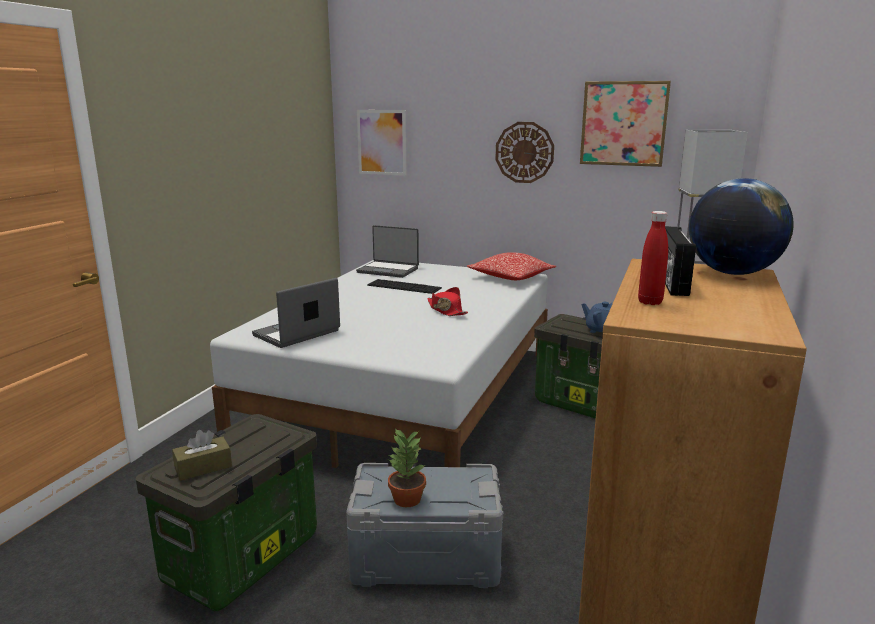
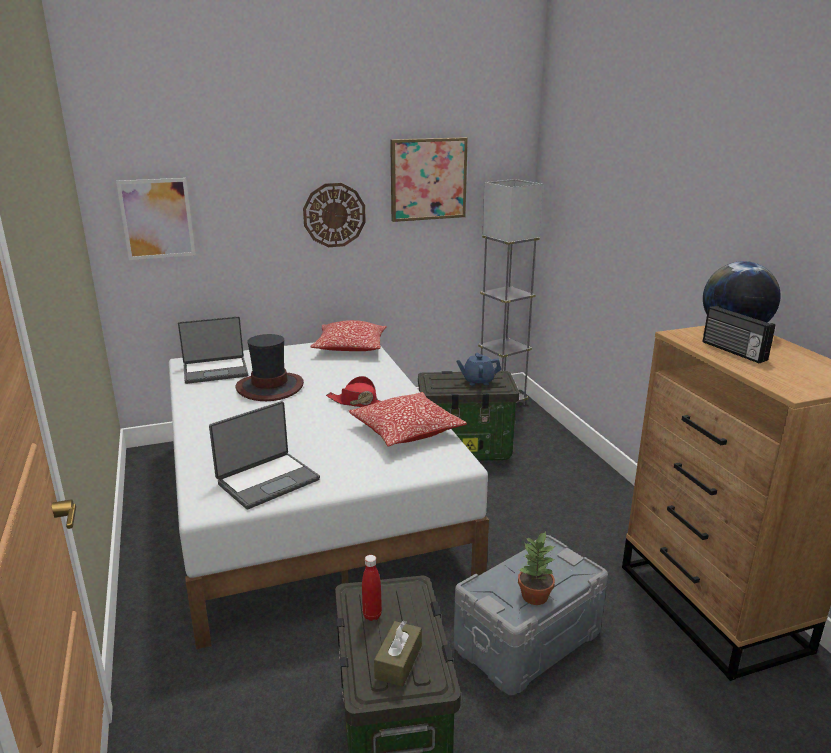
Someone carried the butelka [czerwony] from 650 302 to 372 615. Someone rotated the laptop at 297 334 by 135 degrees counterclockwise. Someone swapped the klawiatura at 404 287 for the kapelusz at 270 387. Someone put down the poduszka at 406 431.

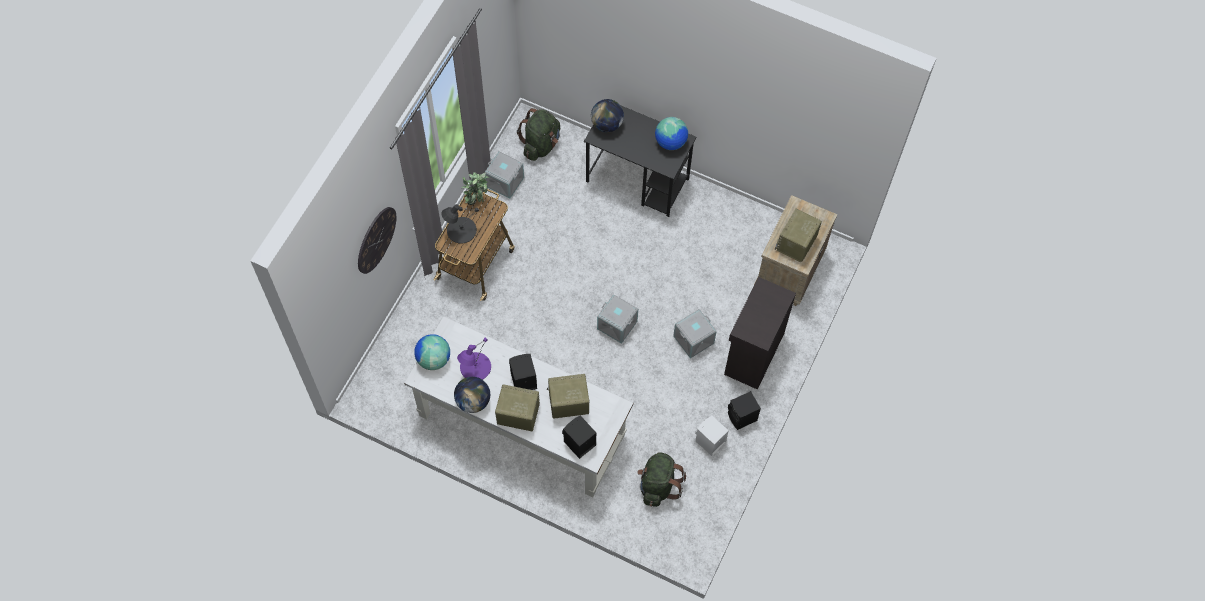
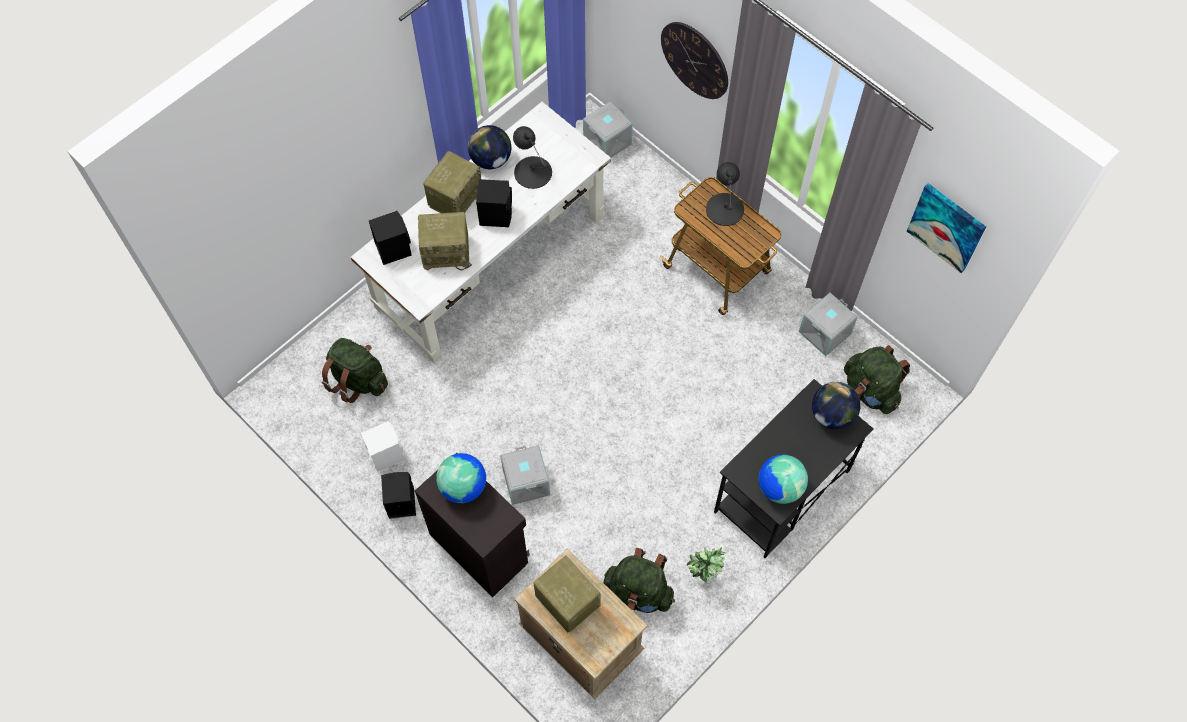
Someone carried the roślina doniczkowa from 477 200 to 703 574. Someone carried the pojemnik do przechowywania [szary] from 617 324 to 607 142. Someone carried the globus from 433 359 to 463 486. Someone repainted the lampa stołowa [fioletowy] at 475 367, which became the lampa stołowa [czarny] at 533 172. Someone rotated the radio at 568 403 by 75 degrees clockwise. Someone put up the obraz at 946 227. Someone put down the plecak [zielony] at 639 592.

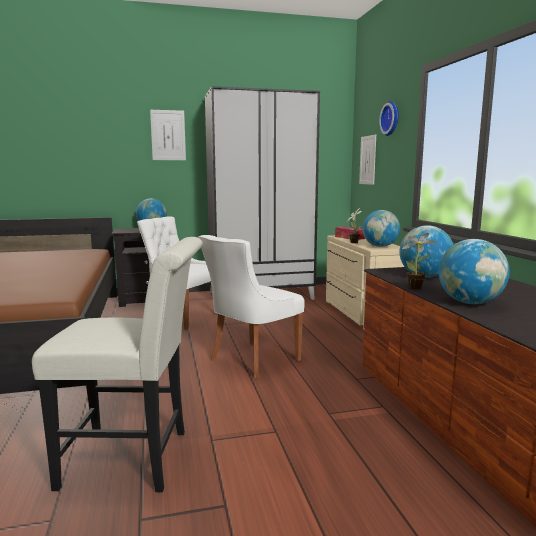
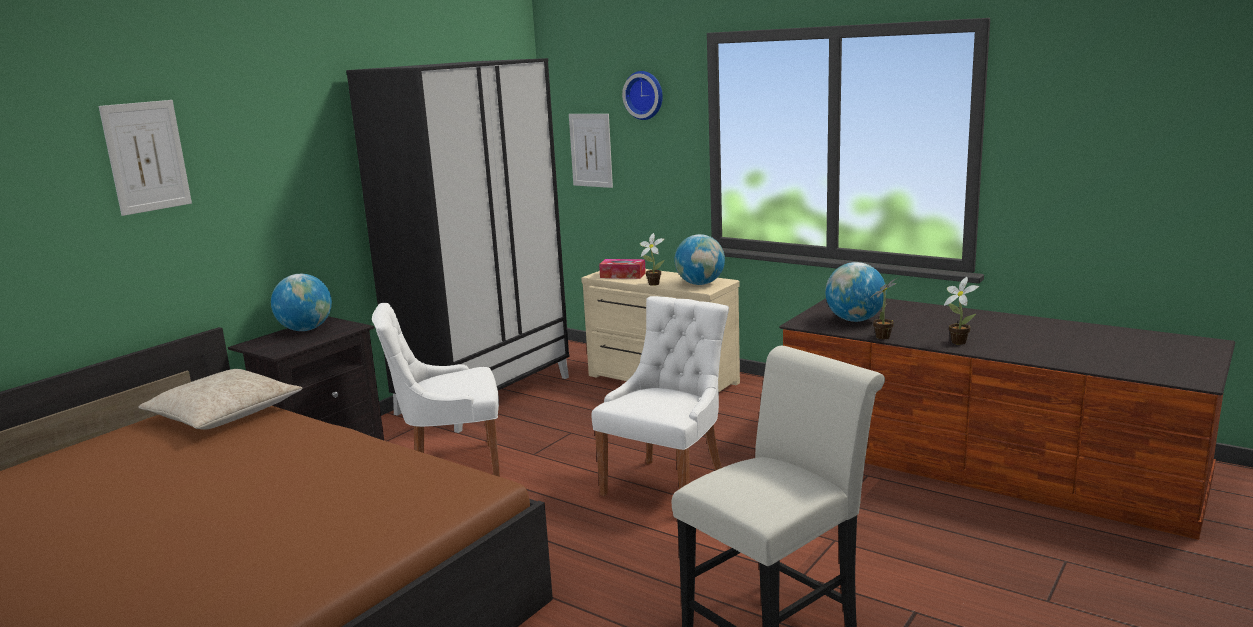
Someone carried the obraz from 168 135 to 146 156. Someone rotated the krzesło [biały] at 252 360 by 150 degrees counterclockwise. Someone swapped the globus at 470 303 for the roślina doniczkowa at 957 341. Someone put down the poduszka [beżowy] at 224 414.

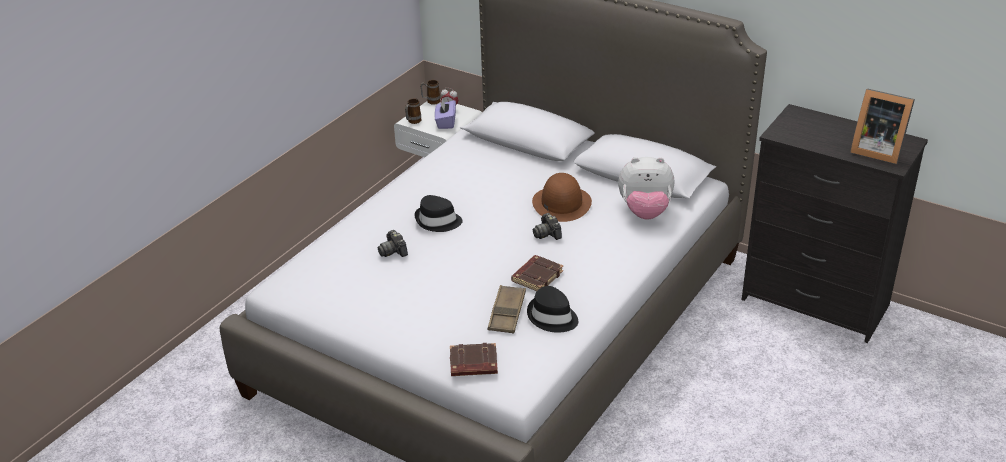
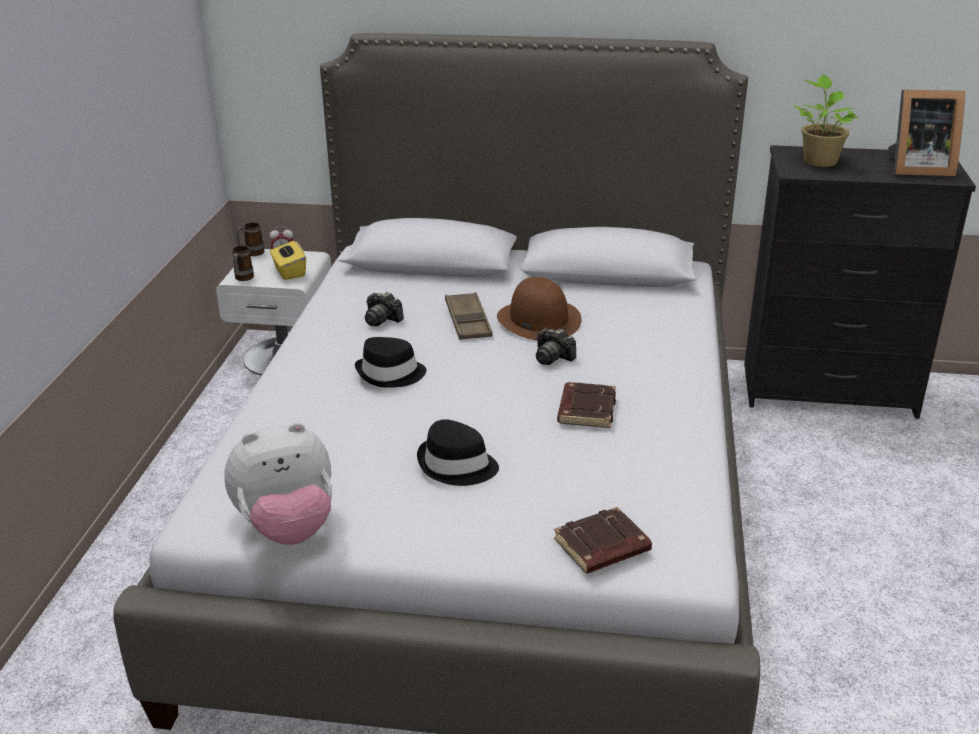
Someone repainted the pudełko chusteczek [fioletowy] at 445 122, which became the pudełko chusteczek [żółty] at 289 272. Someone carried the pluszak from 645 212 to 287 528. Someone carried the aparat fotograficzny from 393 251 to 382 319. Someone carried the taca [brązowy] from 507 313 to 468 321. Someone carried the kapelusz [czarny] from 552 317 to 457 466. Someone put down the roślina doniczkowa at 819 161.

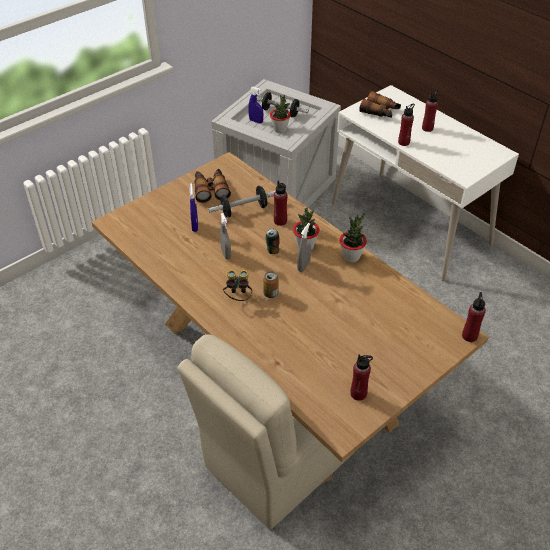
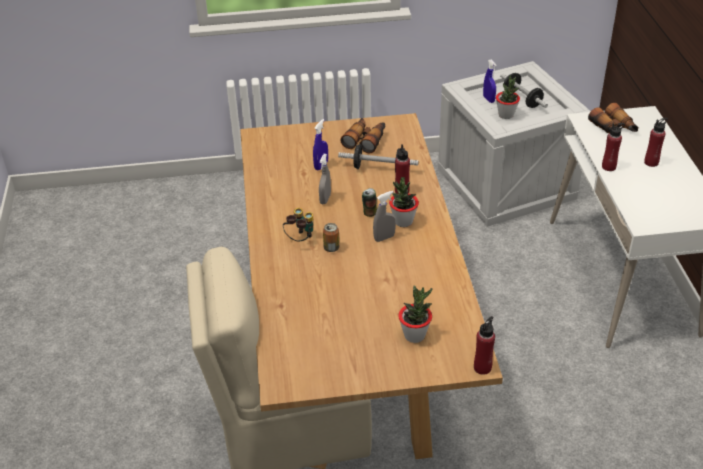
Someone carried the roślina doniczkowa from 351 256 to 414 335. Someone took away the butelka [czerwony] at 358 393.

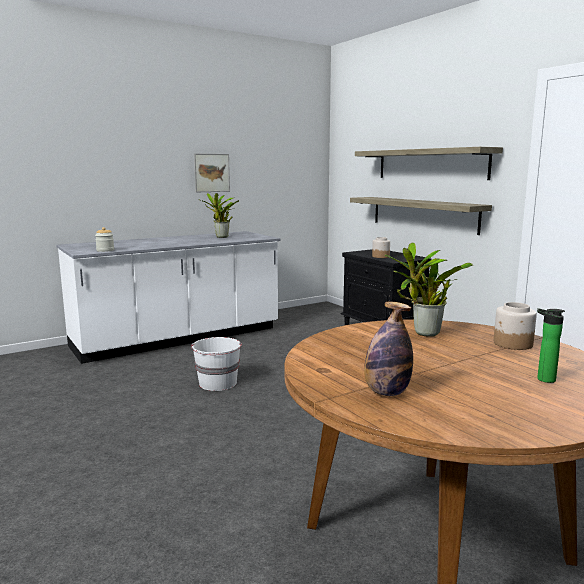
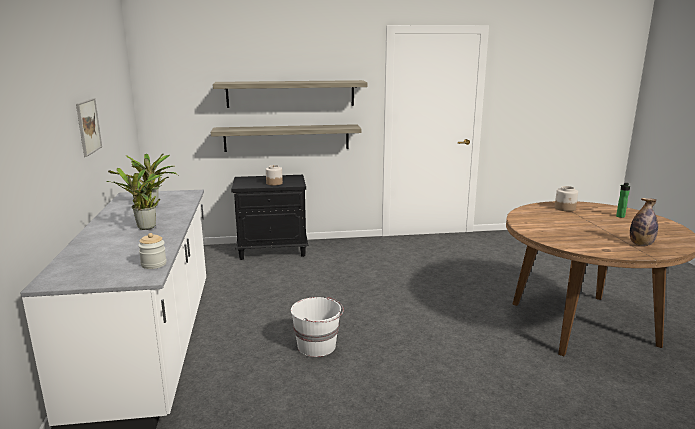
Someone carried the roślina doniczkowa from 423 334 to 145 228.

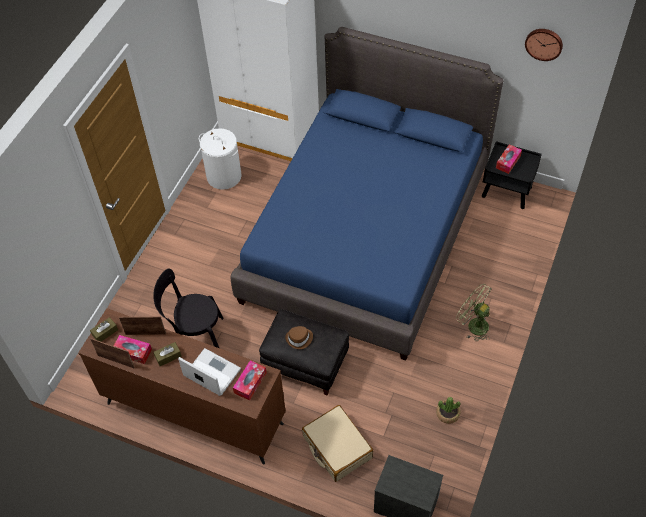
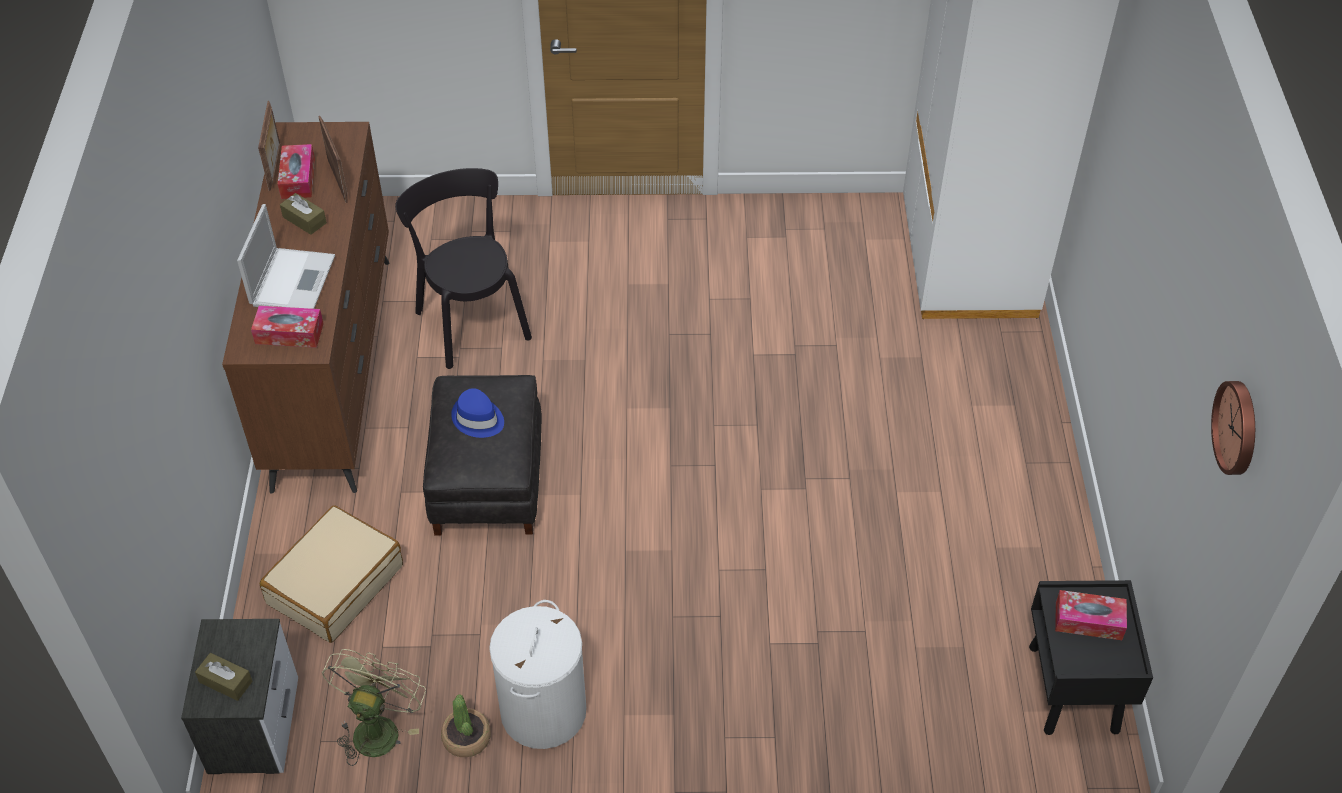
Someone took away the łóżko [niebieski] at 366 235. Someone carried the kosz na pranie [biały] from 223 176 to 543 710. Someone carried the wentylator [zielony] from 473 325 to 378 727. Someone carried the pudełko chusteczek [brązowy] from 105 332 to 226 682. Someone repainted the kapelusz [brązowy] at 299 339, which became the kapelusz [niebieski] at 478 419.

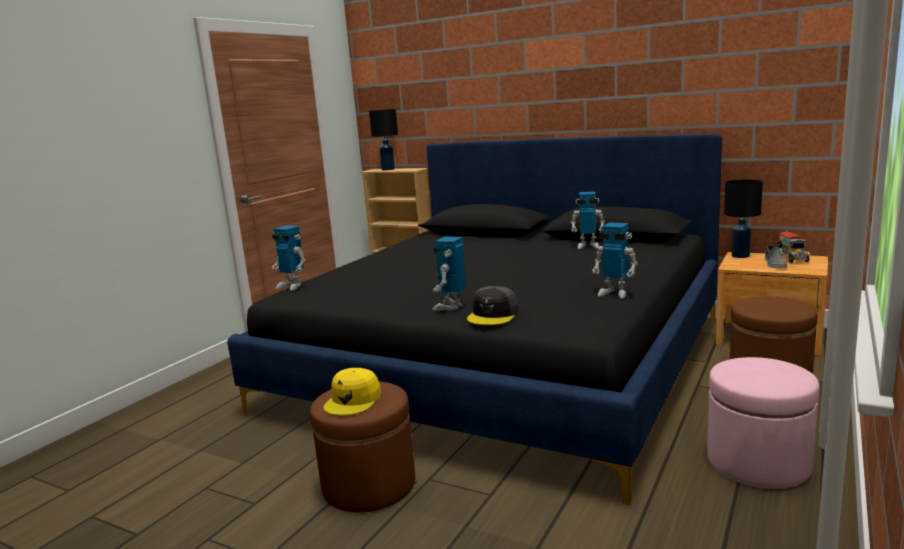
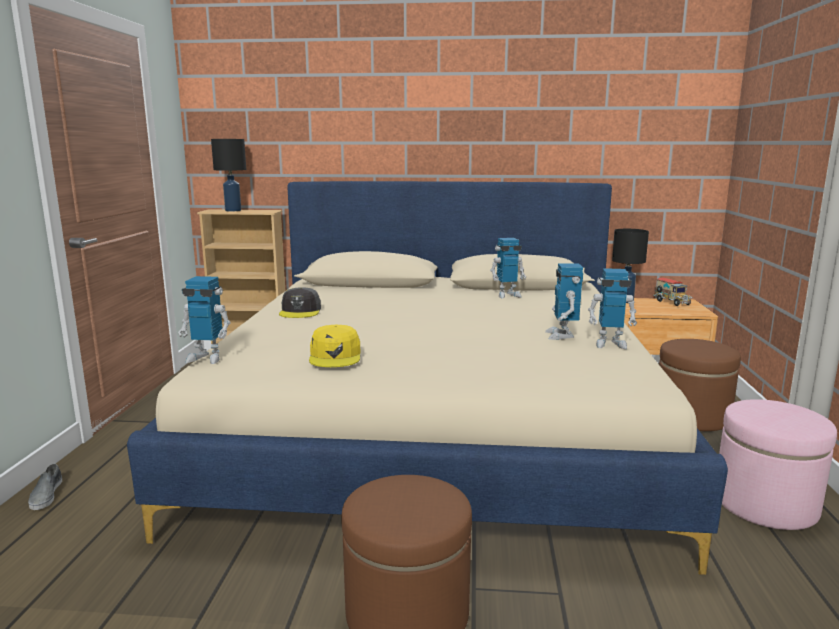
Someone repainted the łóżko [czarny] at 504 362, which became the łóżko [beżowy] at 435 428. Someone carried the robot zabawkowy from 451 306 to 562 335. Someone carried the but [szary] from 774 263 to 46 495. Someone carried the czapka z daszkiem [szary] from 493 315 to 300 311. Someone carried the czapka z daszkiem [żółty] from 353 400 to 335 356.

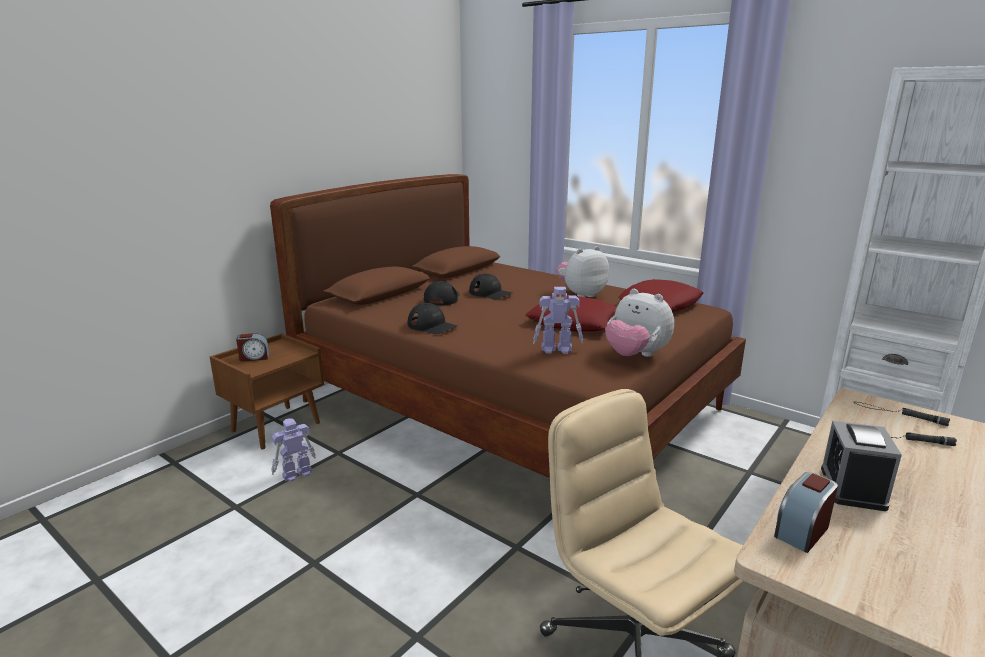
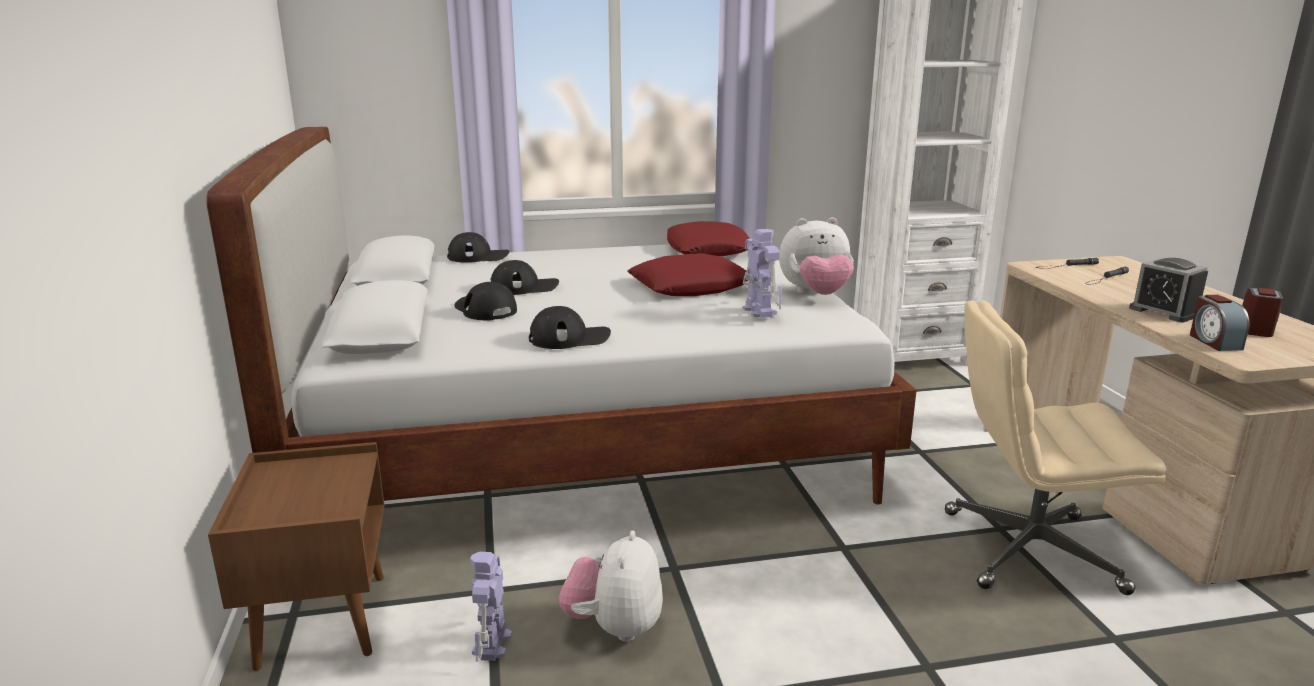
Someone repainted the łóżko [brązowy] at 511 406, which became the łóżko [biały] at 582 438. Someone carried the pluszak from 581 295 to 615 627. Someone rotated the robot zabawkowy at 557 349 by 60 degrees counterclockwise. Someone carried the budzik from 254 357 to 1256 329. Someone put down the czapka z daszkiem [czarny] at 478 256.

